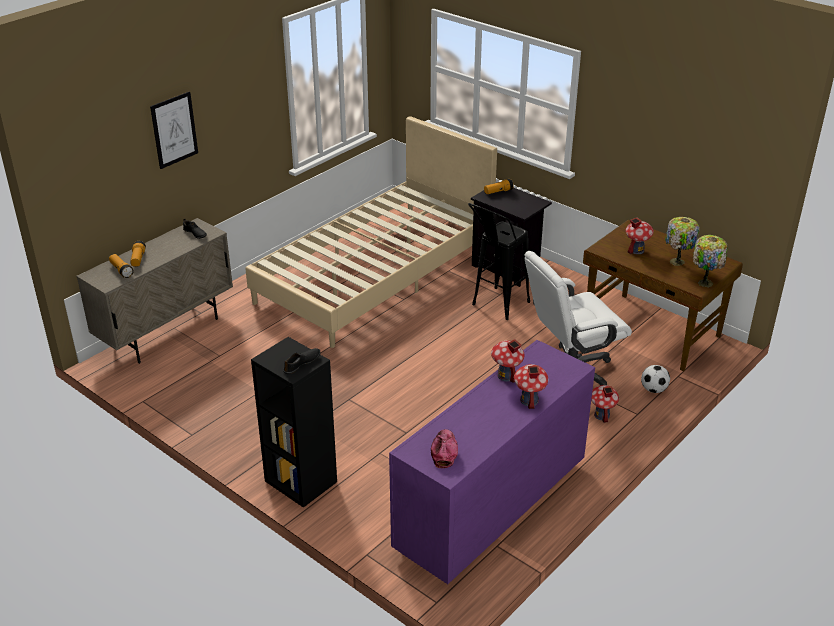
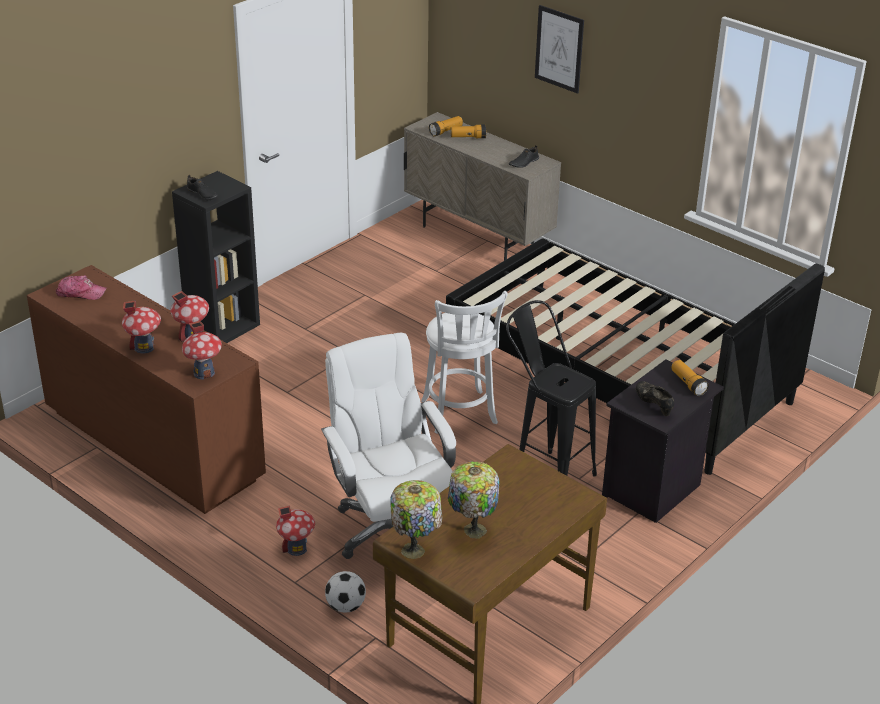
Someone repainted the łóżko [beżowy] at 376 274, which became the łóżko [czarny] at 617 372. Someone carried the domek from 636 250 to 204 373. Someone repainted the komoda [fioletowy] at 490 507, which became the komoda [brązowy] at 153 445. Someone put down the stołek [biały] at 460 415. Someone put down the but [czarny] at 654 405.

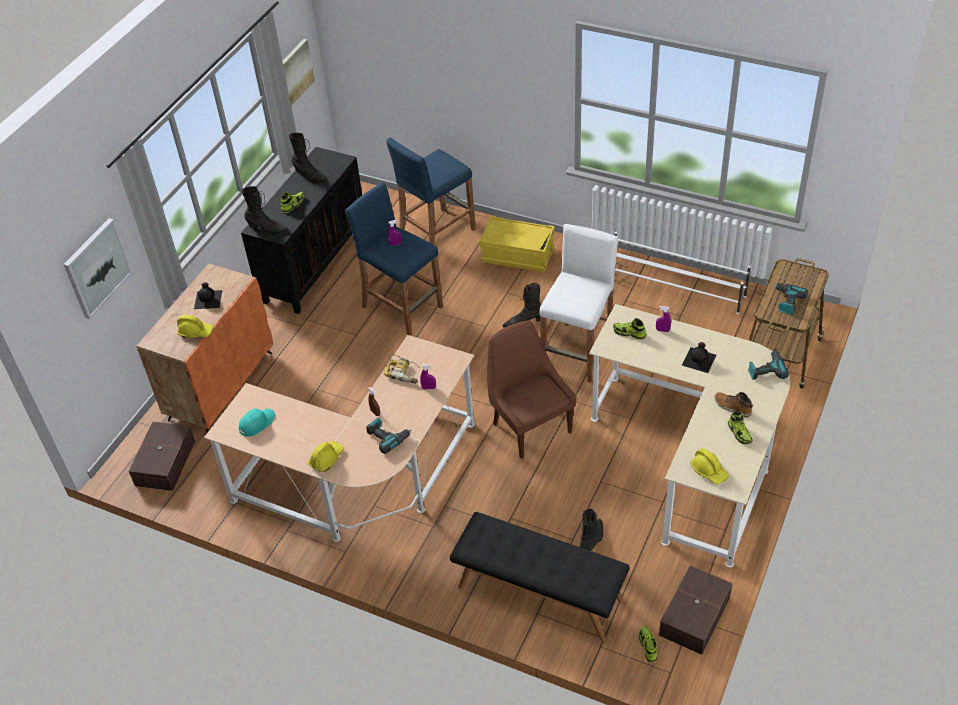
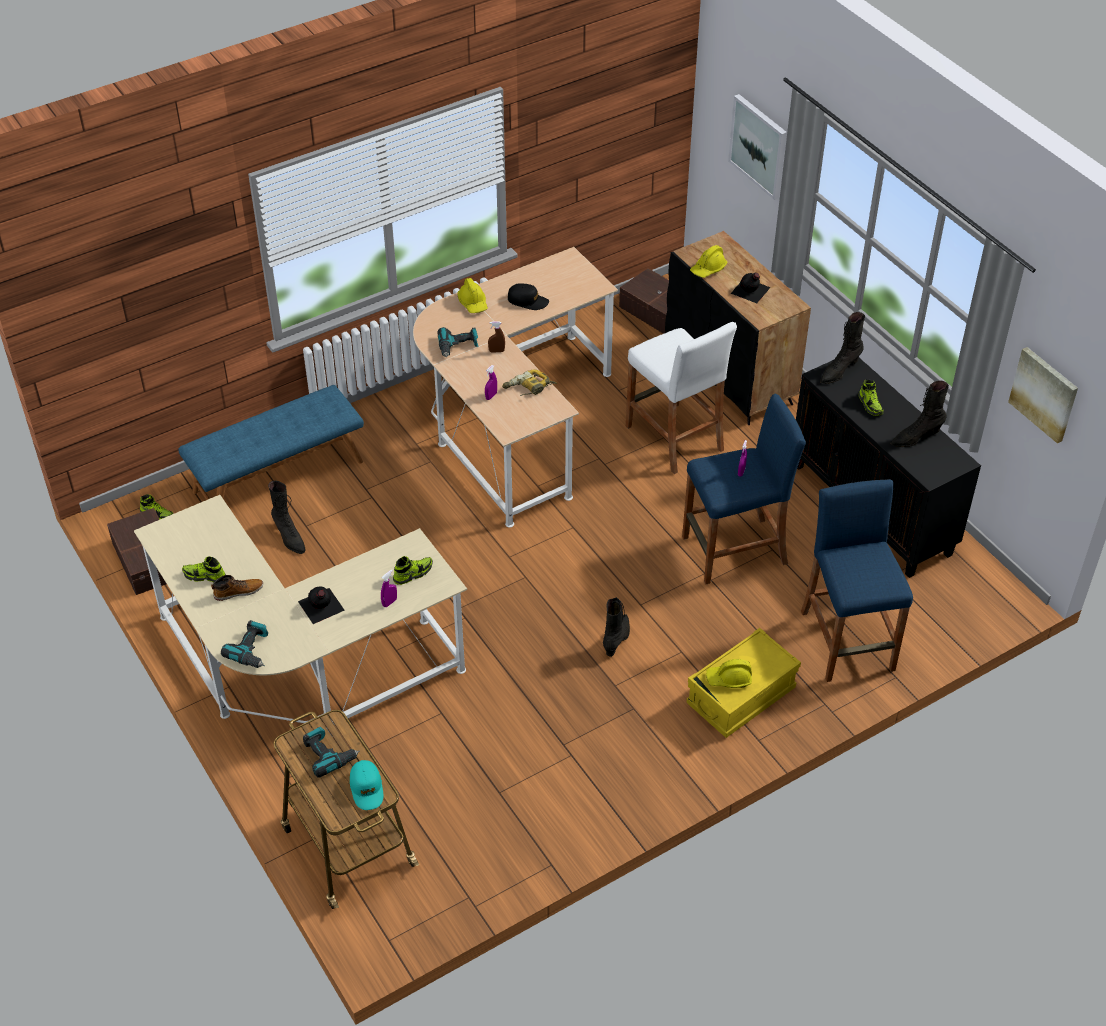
Someone carried the stołek [biały] from 578 352 to 674 438. Someone took away the regał na buty [biały] at 675 287. Someone repainted the szafka [pomarańczowy] at 221 385, which became the szafka [czarny] at 730 375. Someone took away the krzesło [brązowy] at 530 426. Someone carried the czapka z daszkiem [turkusowy] from 257 423 to 367 788. Someone carried the kask [żółty] from 709 471 to 729 679. Someone repainted the ławka [czarny] at 539 593, which became the ławka [niebieski] at 278 476. Someone put down the czapka z daszkiem [czarny] at 528 301.

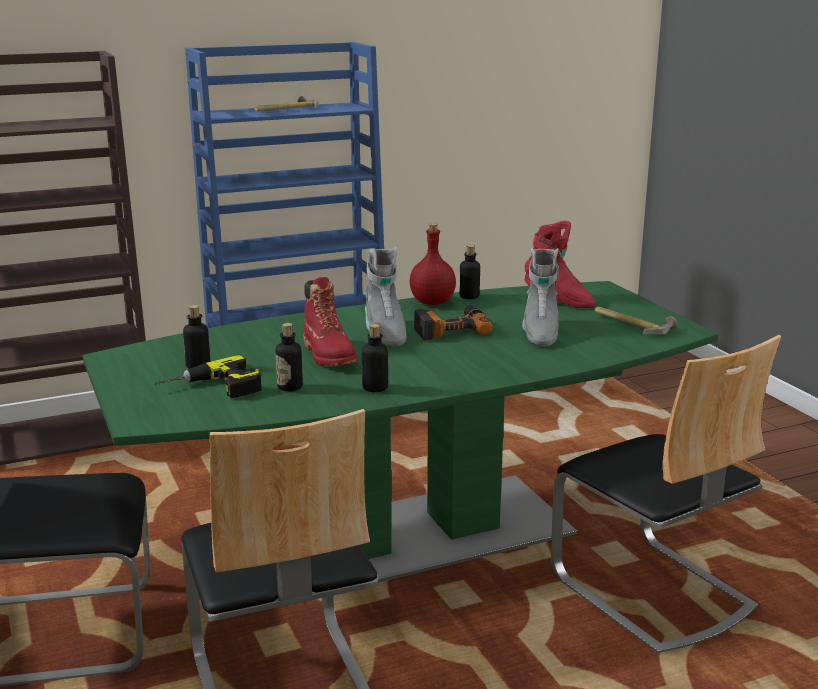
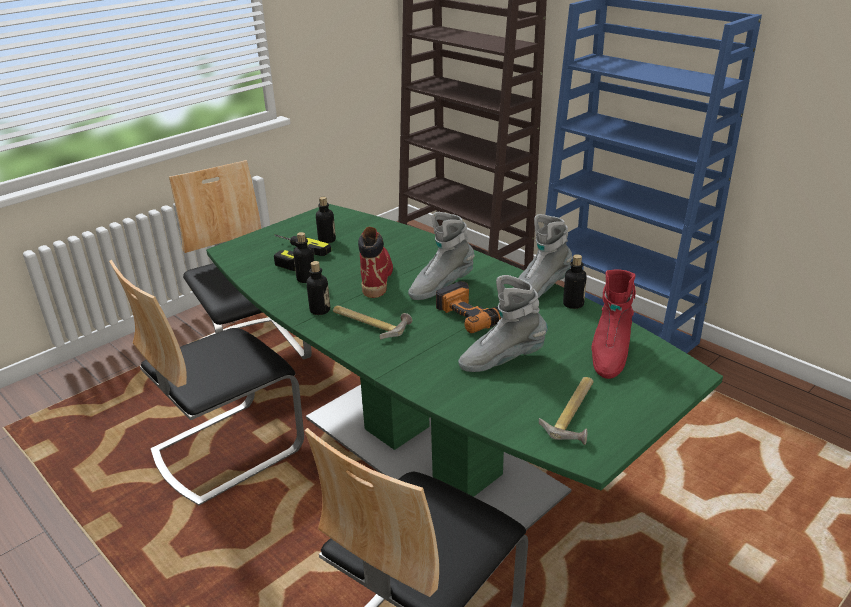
Someone carried the młotek from 285 110 to 370 323. Someone swapped the butelka [czerwony] at 432 302 for the but z cholewką [szary] at 539 290. Someone rotated the but z cholewką [czerwony] at 329 355 by 135 degrees clockwise.

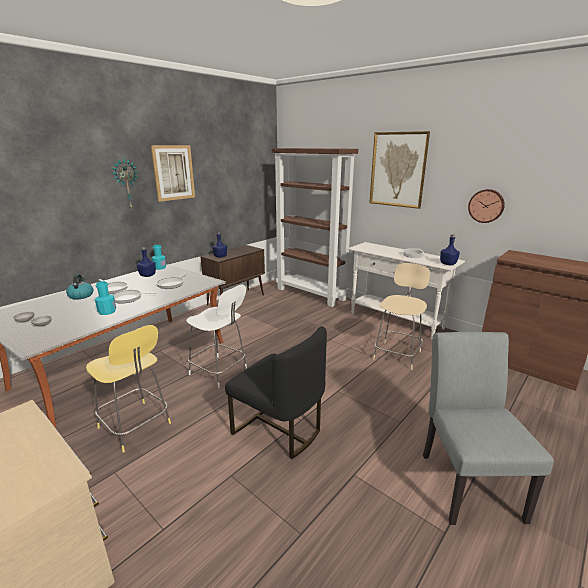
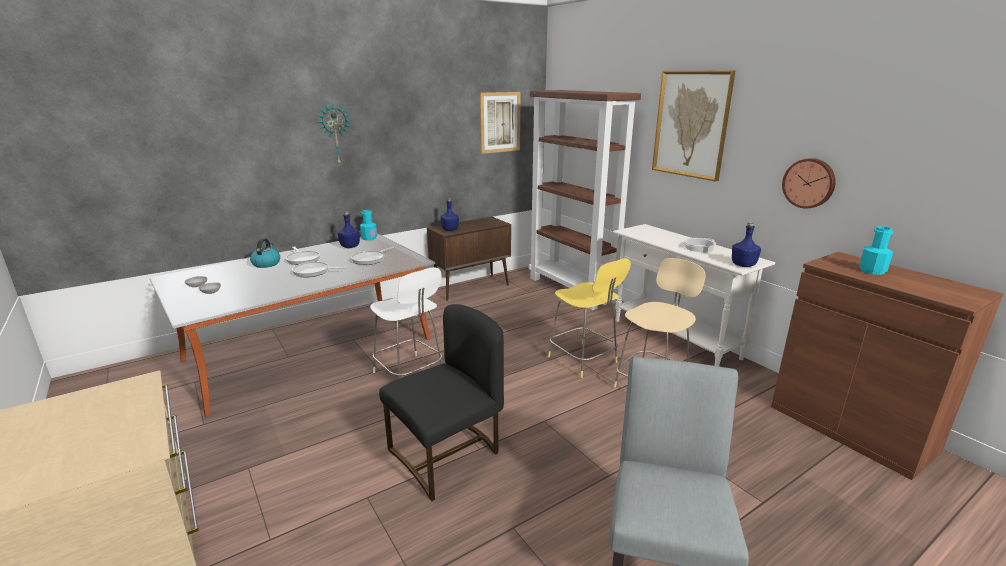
Someone carried the obraz from 173 173 to 500 122. Someone carried the butelka [turkusowy] from 107 311 to 872 271. Someone carried the stołek [żółty] from 136 426 to 584 360. Someone rotated the krzesło [czarny] at 279 429 by 90 degrees counterclockwise.

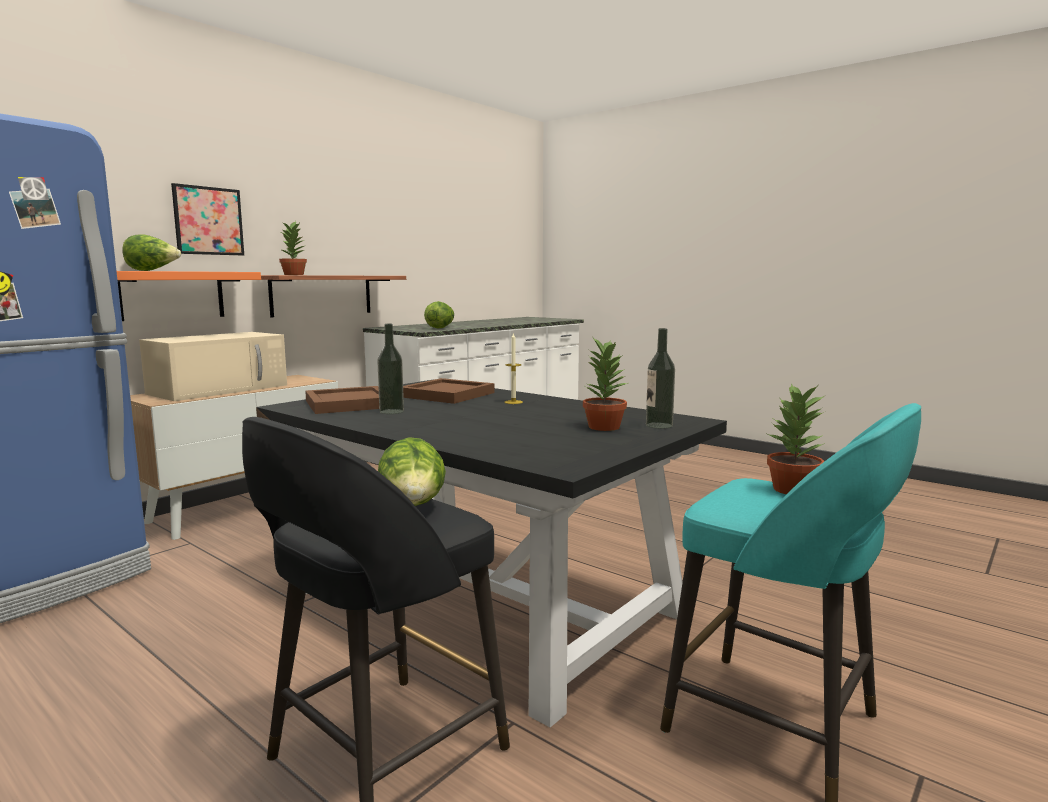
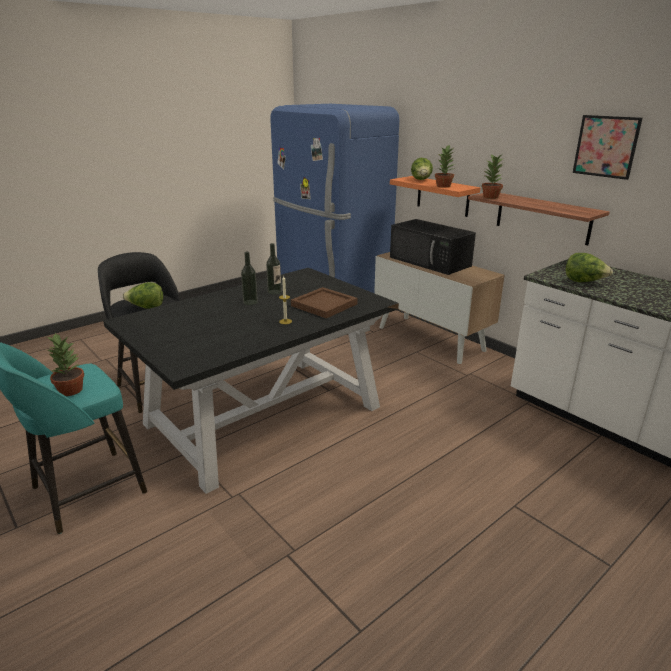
Someone carried the obraz from 208 221 to 606 146. Someone carried the butelka from 659 425 to 250 302. Someone repainted the mikrofalówka [beżowy] at 220 389, which became the mikrofalówka [czarny] at 431 262. Someone carried the roślina doniczkowa from 604 427 to 443 186. Someone took away the taca [brązowy] at 347 404.

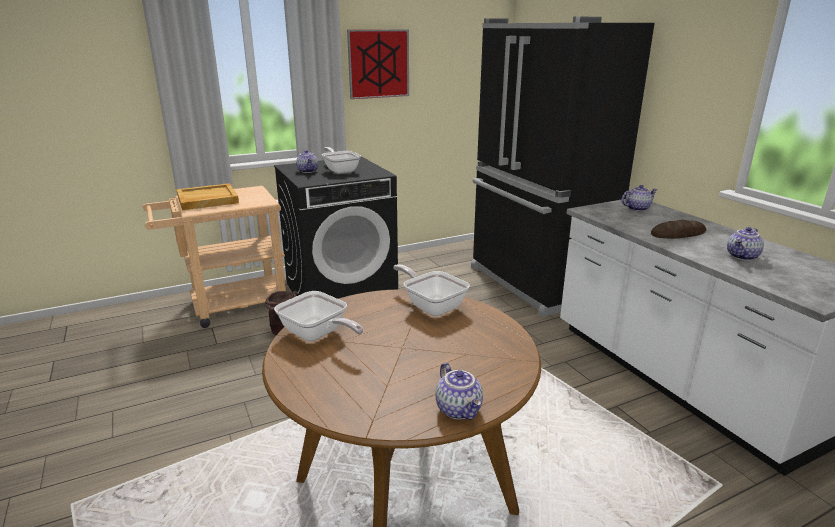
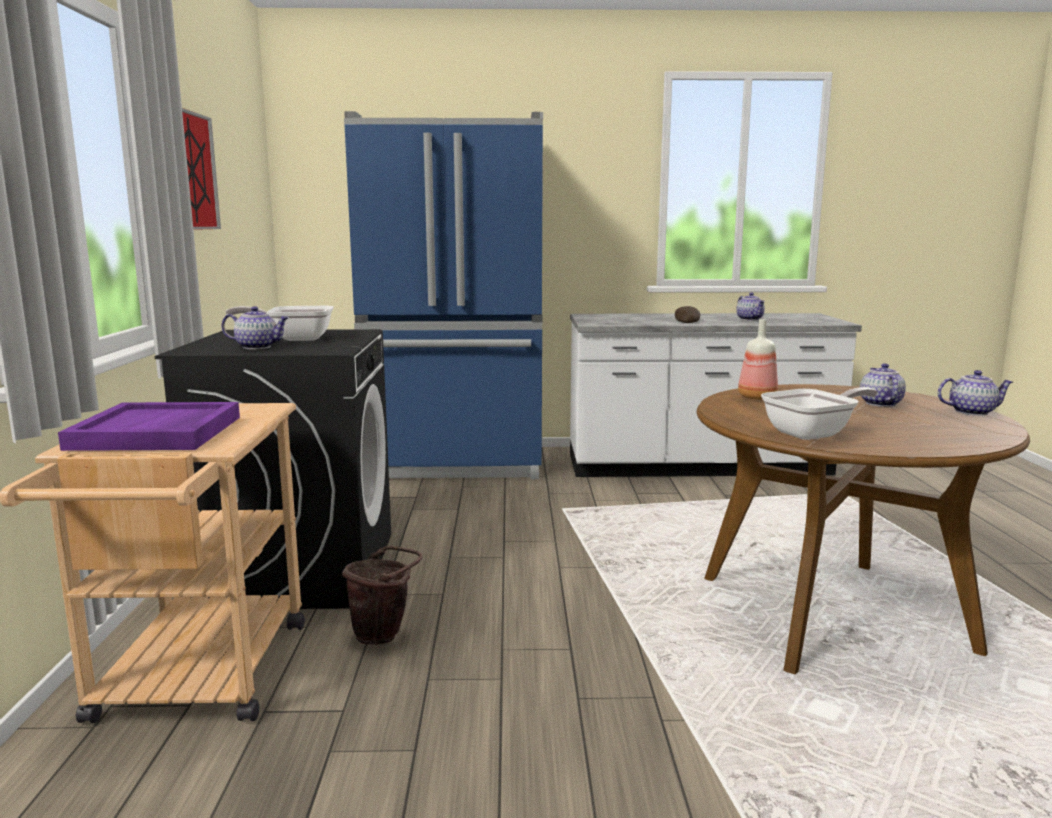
Someone repainted the lodówka [czarny] at 534 283, which became the lodówka [niebieski] at 456 465. Someone repainted the taca [beżowy] at 207 199, which became the taca [fioletowy] at 157 433. Someone carried the imbryk from 637 208 to 879 403. Someone swapped the patelnia at 431 305 for the butelka at 755 397.

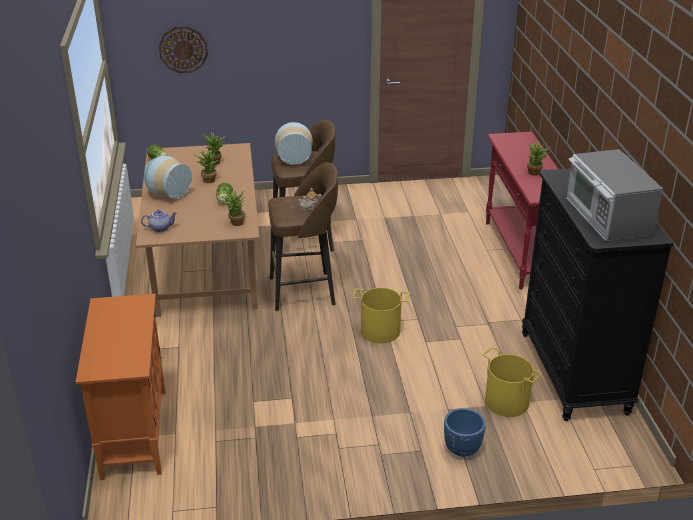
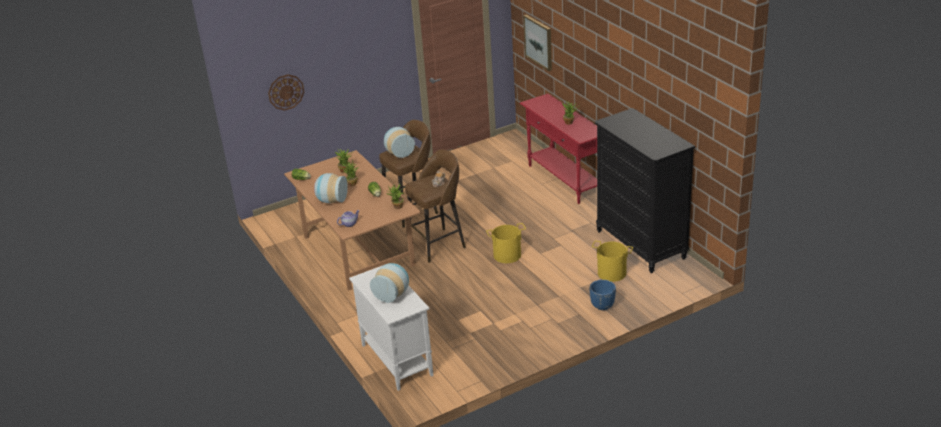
Someone took away the mikrofalówka at 606 216. Someone repainted the szafka [pomarańczowy] at 134 432, which became the szafka [biały] at 396 360. Someone put up the obraz at 538 42. Someone put down the wazon at 393 294.

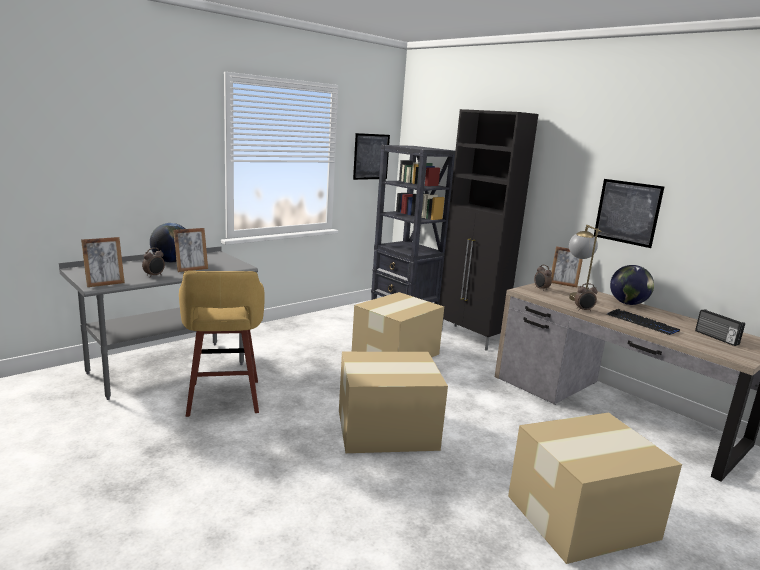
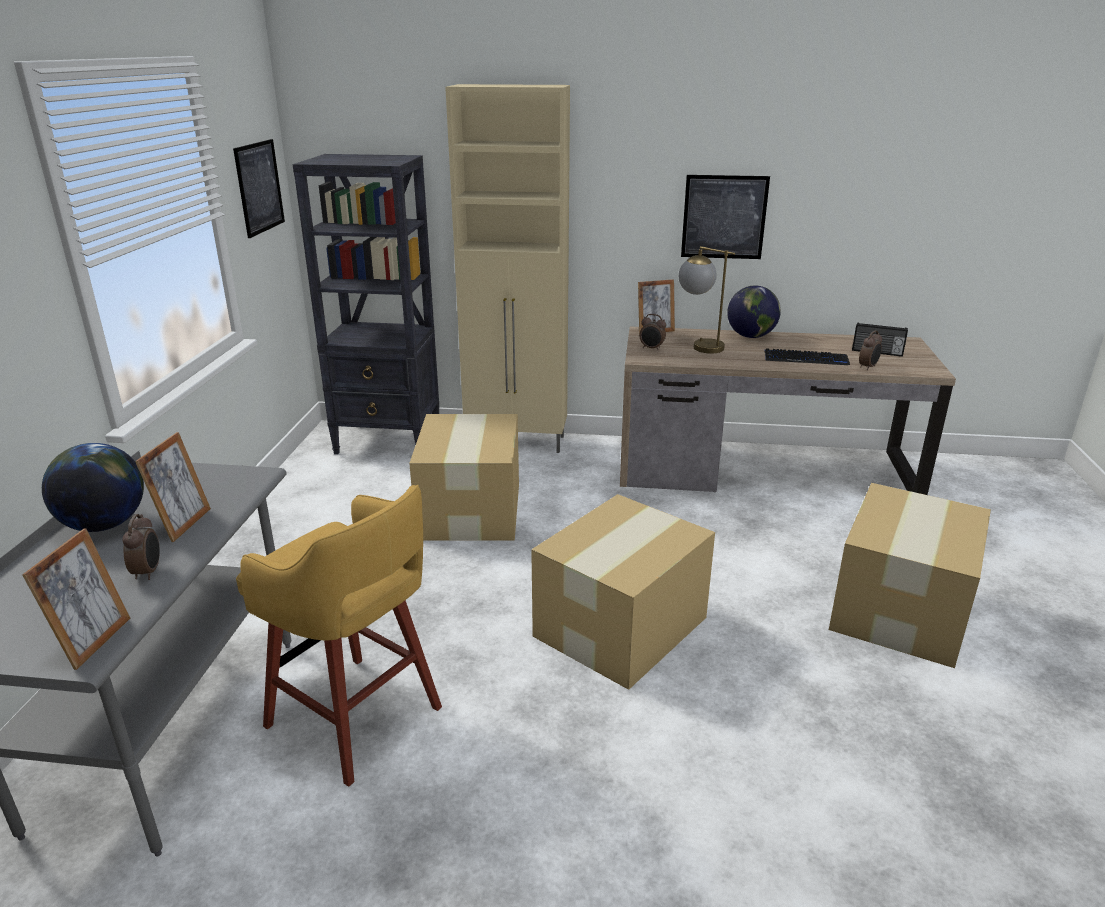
Someone repainted the szafka [czarny] at 470 338, which became the szafka [beżowy] at 518 442. Someone carried the budzik from 583 310 to 868 367.

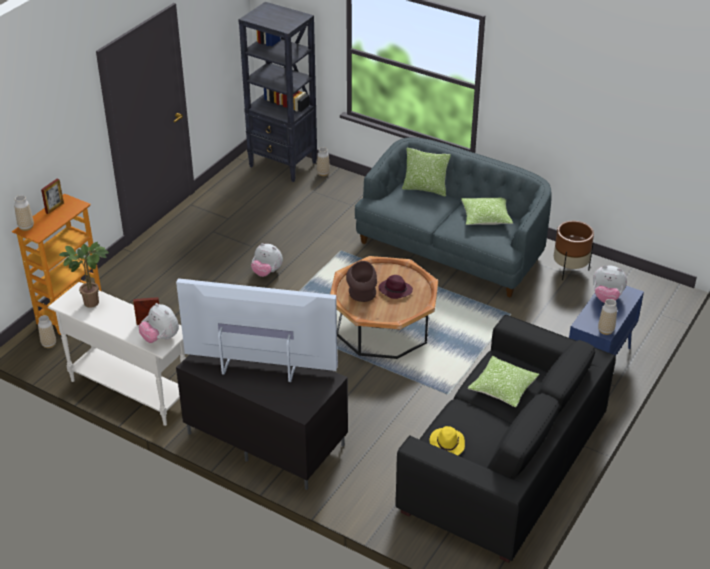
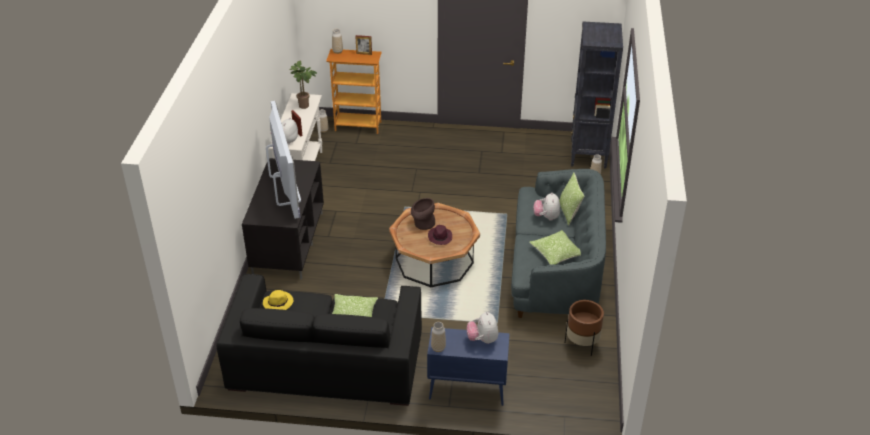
Someone carried the pluszak from 267 272 to 546 217.

